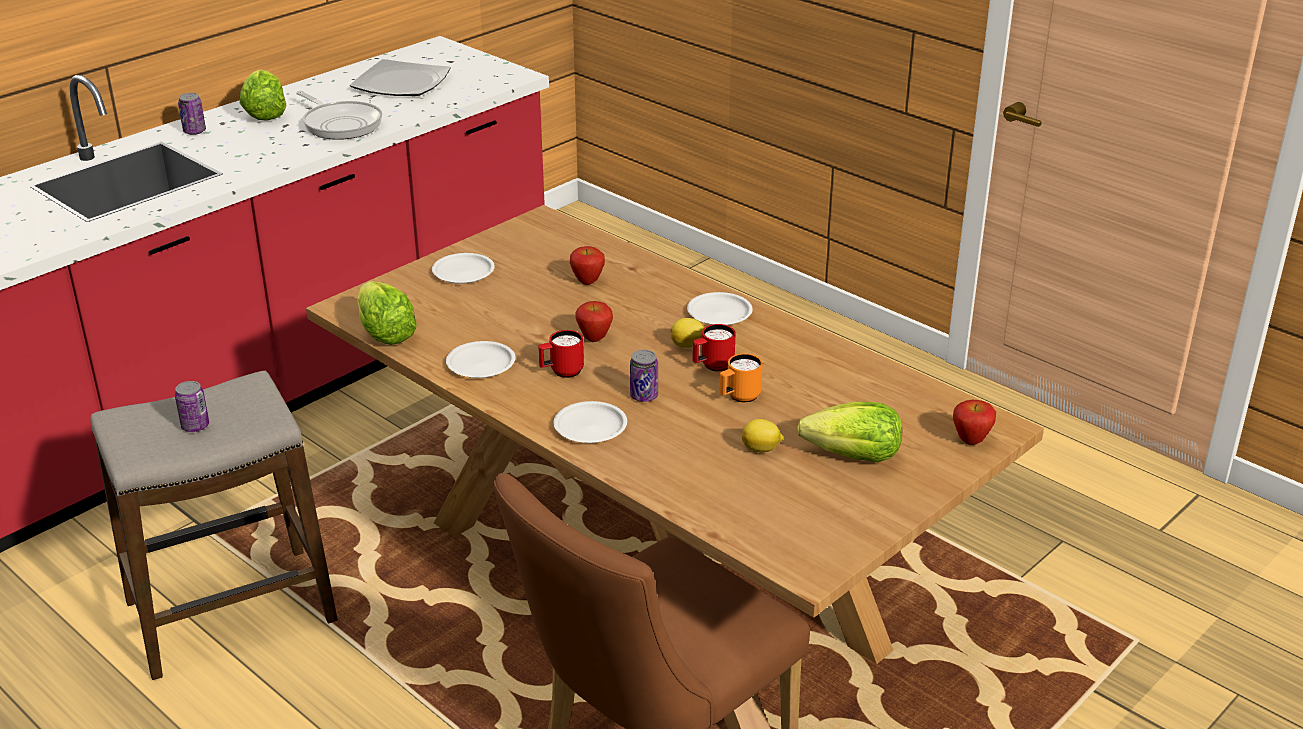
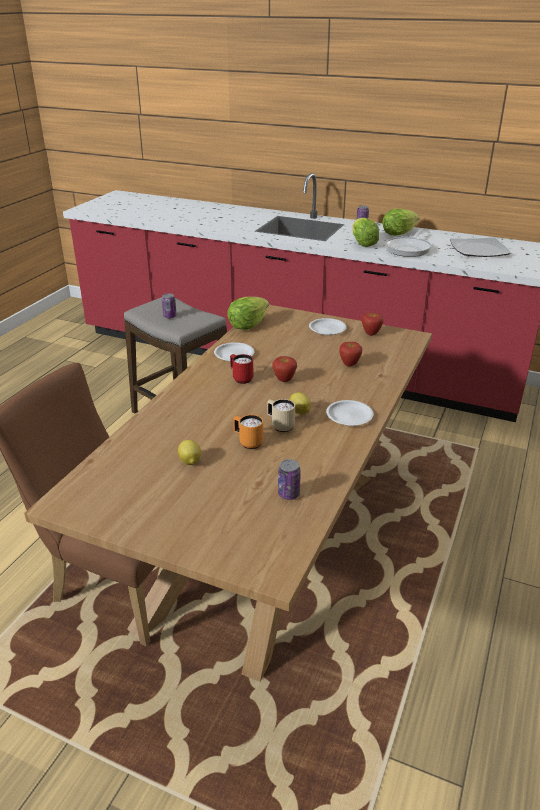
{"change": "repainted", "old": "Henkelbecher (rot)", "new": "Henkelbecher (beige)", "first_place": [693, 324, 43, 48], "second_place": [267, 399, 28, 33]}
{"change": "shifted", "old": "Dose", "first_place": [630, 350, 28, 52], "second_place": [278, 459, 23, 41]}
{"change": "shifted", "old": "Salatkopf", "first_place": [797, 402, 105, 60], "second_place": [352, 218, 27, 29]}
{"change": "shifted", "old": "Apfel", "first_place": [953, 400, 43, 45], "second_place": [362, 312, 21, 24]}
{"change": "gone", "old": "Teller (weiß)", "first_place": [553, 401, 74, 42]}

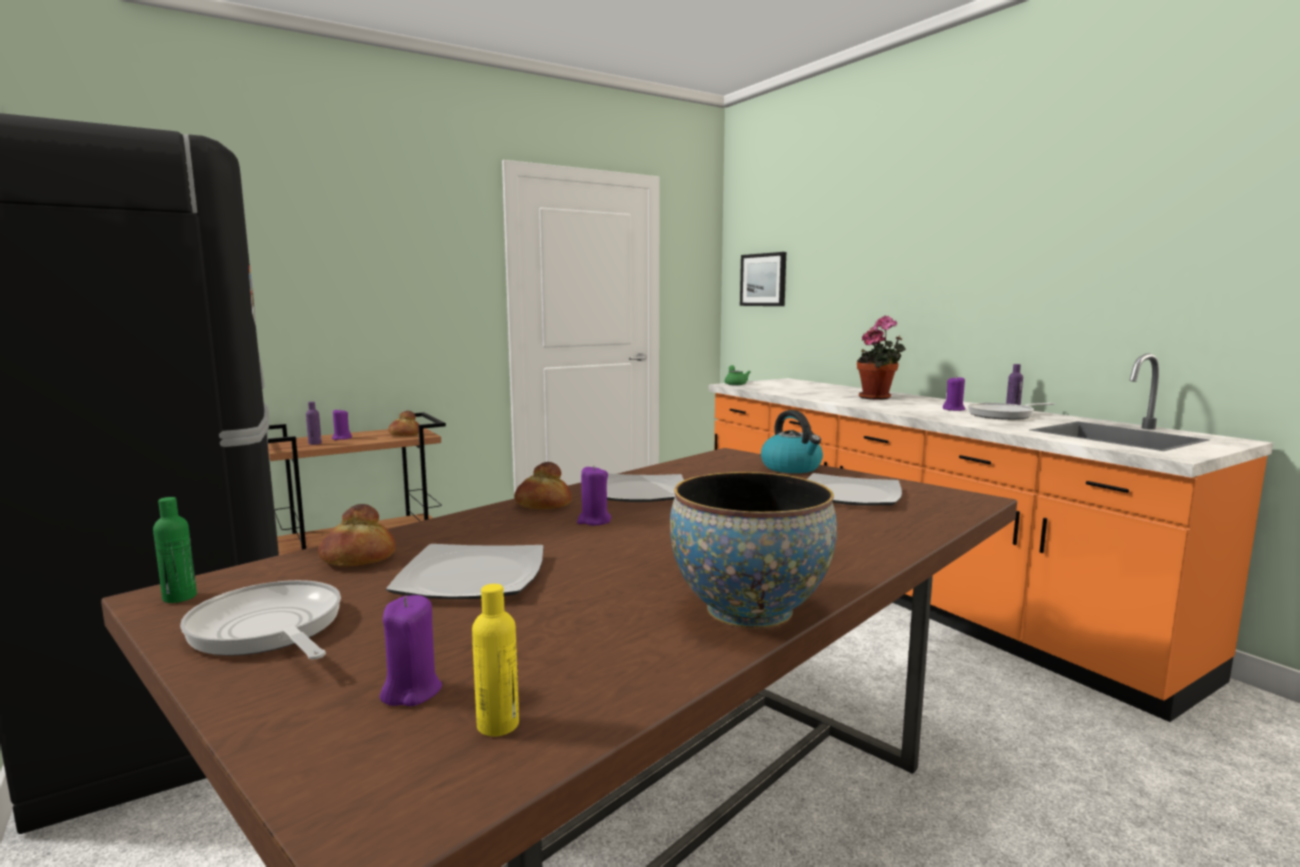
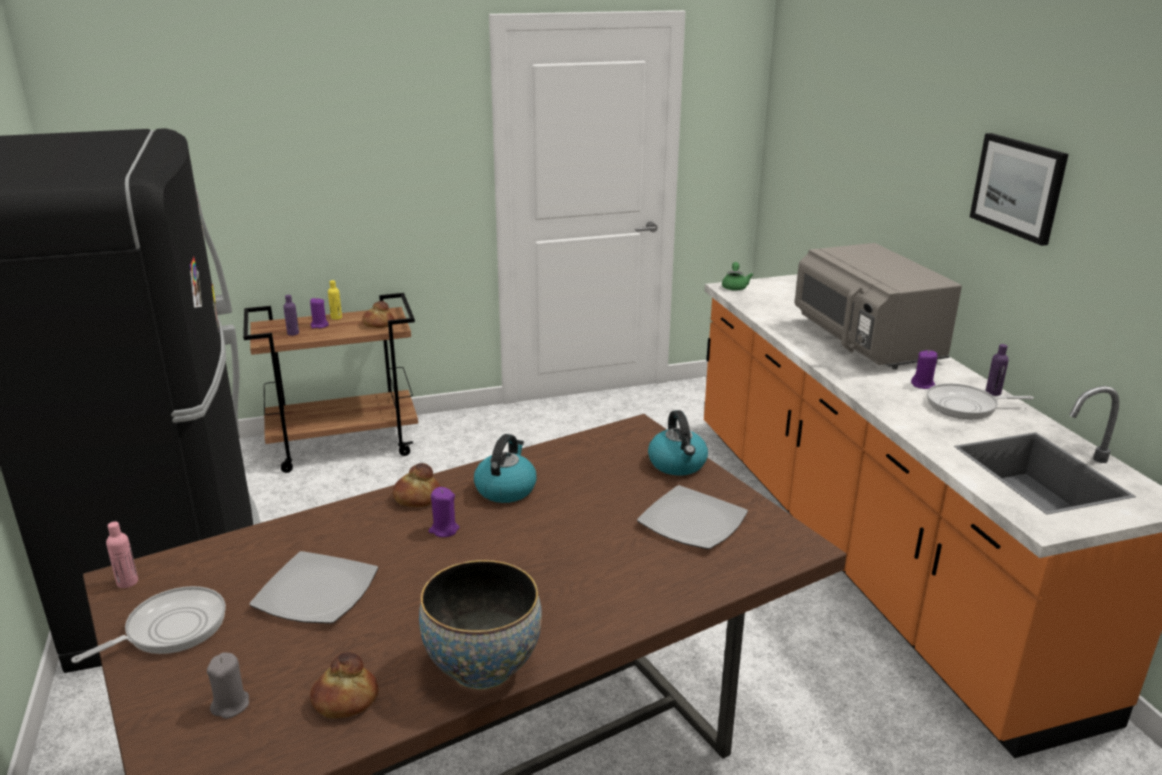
{"change": "rotated", "old": "Pfanne", "first_place": [180, 580, 161, 80], "second_place": [71, 586, 155, 77], "degrees": 75}
{"change": "repainted", "old": "Flasche (grün)", "new": "Flasche (rosa)", "first_place": [153, 497, 44, 106], "second_place": [106, 521, 32, 67]}
{"change": "repainted", "old": "Kerze (lila)", "new": "Kerze (grau)", "first_place": [380, 595, 62, 111], "second_place": [207, 652, 42, 67]}
{"change": "shifted", "old": "Brot", "first_place": [318, 504, 78, 63], "second_place": [310, 652, 68, 67]}
{"change": "shifted", "old": "Flasche (gelb)", "first_place": [472, 584, 47, 153], "second_place": [328, 280, 14, 40]}
{"change": "swapped", "old": "Teller", "new": "Wasserkessel", "first_place": [607, 473, 77, 29], "second_place": [474, 434, 63, 69]}
{"change": "swapped", "old": "Topfpflanze", "new": "Mikrowelle (grau)", "first_place": [857, 316, 49, 84], "second_place": [795, 243, 167, 127]}
{"change": "shifted", "old": "Bild", "first_place": [740, 252, 46, 54], "second_place": [970, 133, 99, 113]}

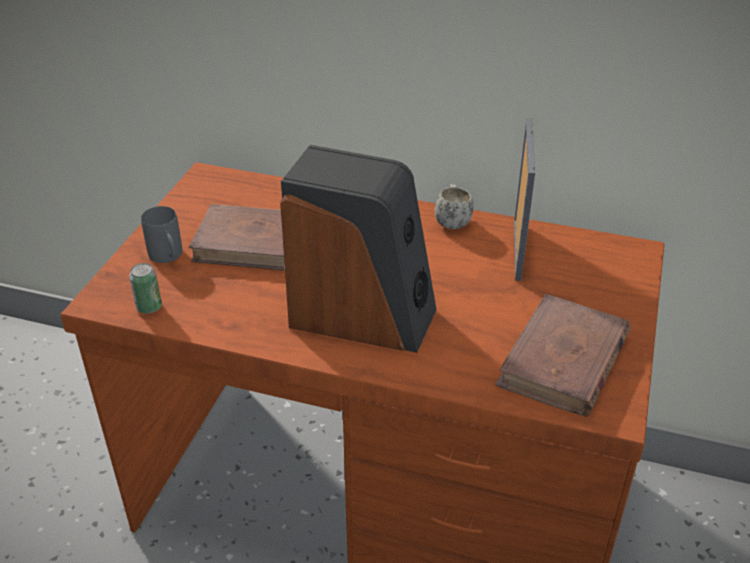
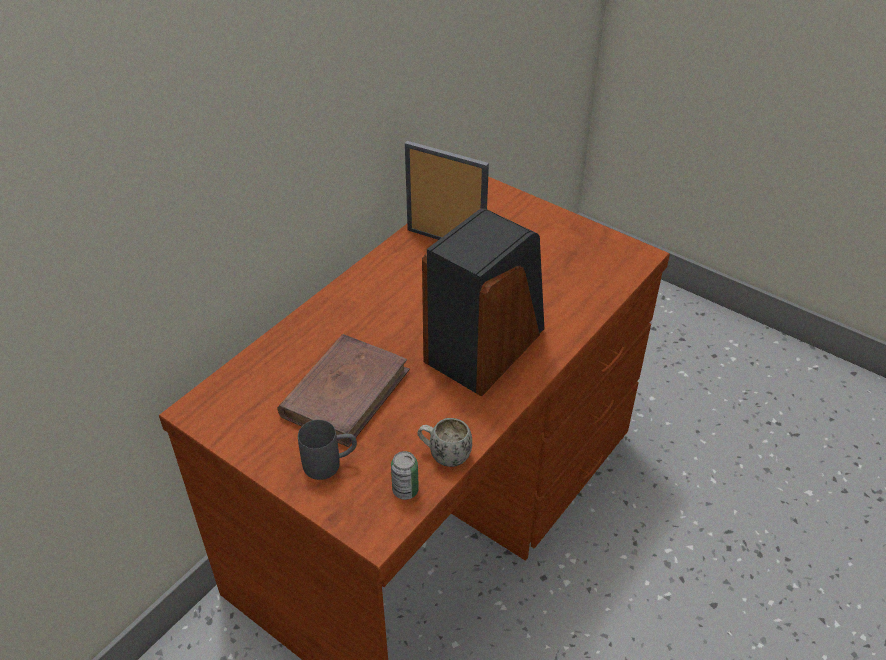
{"change": "shifted", "old": "Henkelbecher (weiß)", "first_place": [435, 184, 38, 45], "second_place": [418, 418, 54, 49]}
{"change": "gone", "old": "Buch (braun)", "first_place": [495, 294, 135, 123]}

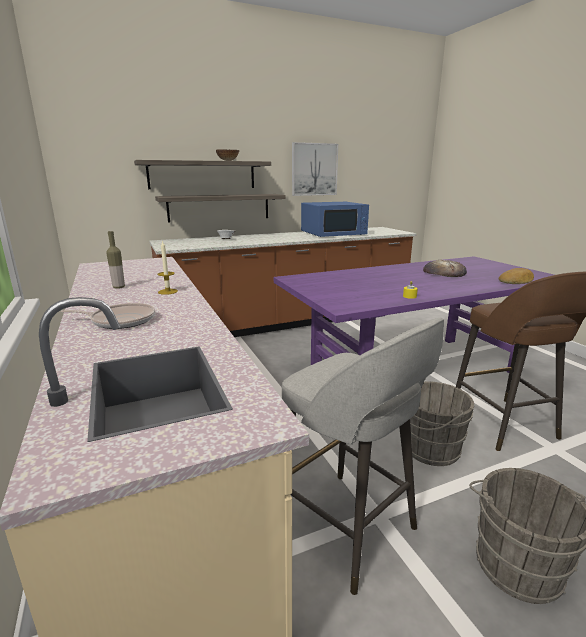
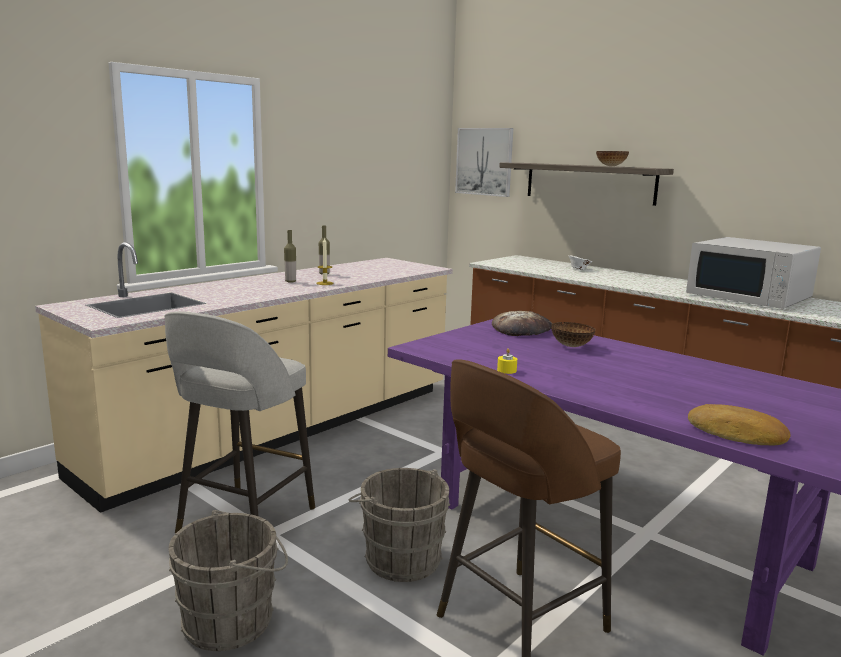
{"change": "new", "new": "Flasche", "second_place": [284, 230, 12, 53]}
{"change": "shifted", "old": "Bild", "first_place": [292, 142, 46, 54], "second_place": [455, 128, 58, 69]}
{"change": "shifted", "old": "Brot", "first_place": [423, 260, 44, 17], "second_place": [492, 311, 60, 25]}
{"change": "new", "new": "Schüssel", "second_place": [551, 322, 45, 25]}
{"change": "repainted", "old": "Mikrowelle (blau)", "new": "Mikrowelle (weiß)", "first_place": [301, 202, 68, 35], "second_place": [686, 237, 135, 72]}
{"change": "gone", "old": "Pfanne", "first_place": [61, 303, 94, 26]}
{"change": "gone", "old": "Wandregal", "first_place": [155, 194, 131, 29]}

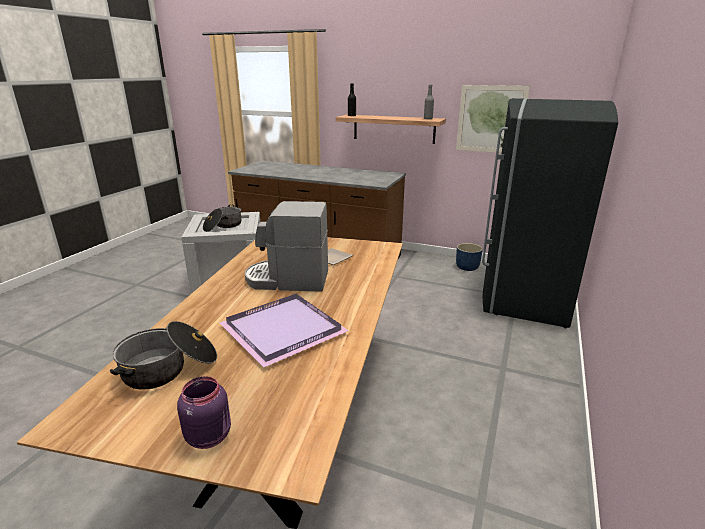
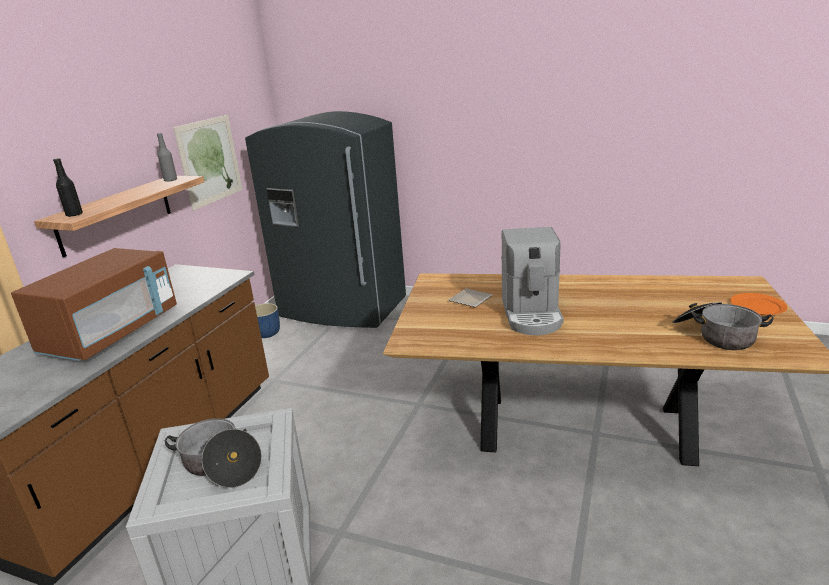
{"change": "new", "new": "Mikrowelle (braun)", "second_place": [11, 248, 166, 113]}
{"change": "swapped", "old": "Vorratsglas (lila)", "new": "Teller (orange)", "first_place": [177, 376, 54, 73], "second_place": [730, 293, 58, 22]}
{"change": "gone", "old": "Tablett (lila)", "first_place": [219, 294, 130, 74]}

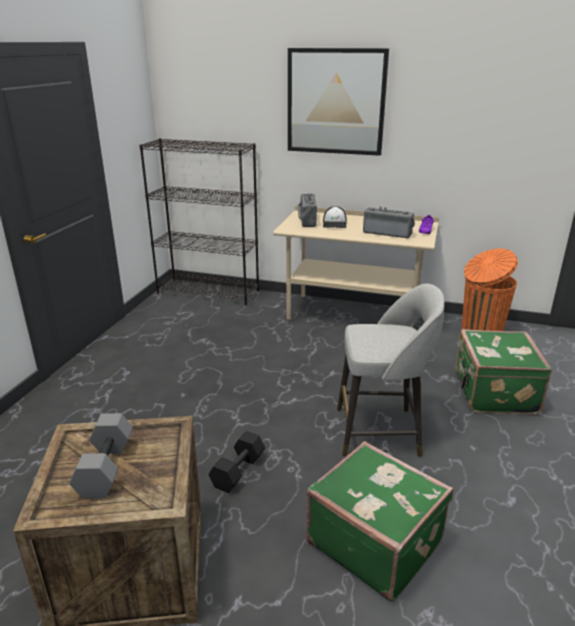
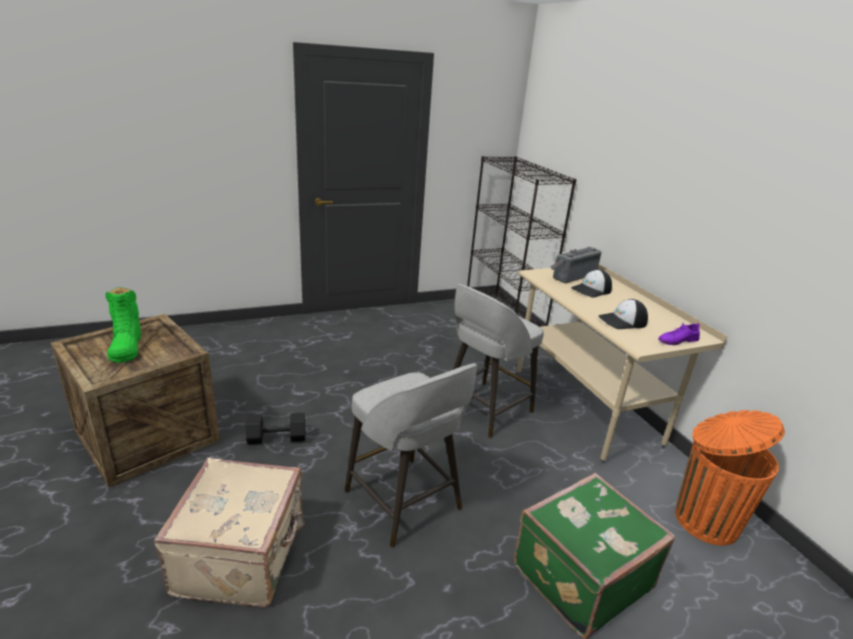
{"change": "swapped", "old": "Hantel (grau)", "new": "Stiefel (grün)", "first_place": [69, 413, 64, 86], "second_place": [105, 287, 36, 76]}
{"change": "repainted", "old": "Koffer (grün)", "new": "Koffer (beige)", "first_place": [306, 441, 148, 161], "second_place": [154, 458, 151, 149]}
{"change": "new", "new": "Hocker (grau)", "second_place": [453, 284, 91, 154]}
{"change": "swapped", "old": "Radio", "new": "Kappe", "first_place": [363, 206, 52, 32], "second_place": [599, 299, 49, 30]}
{"change": "gone", "old": "Bild", "first_place": [288, 48, 101, 108]}

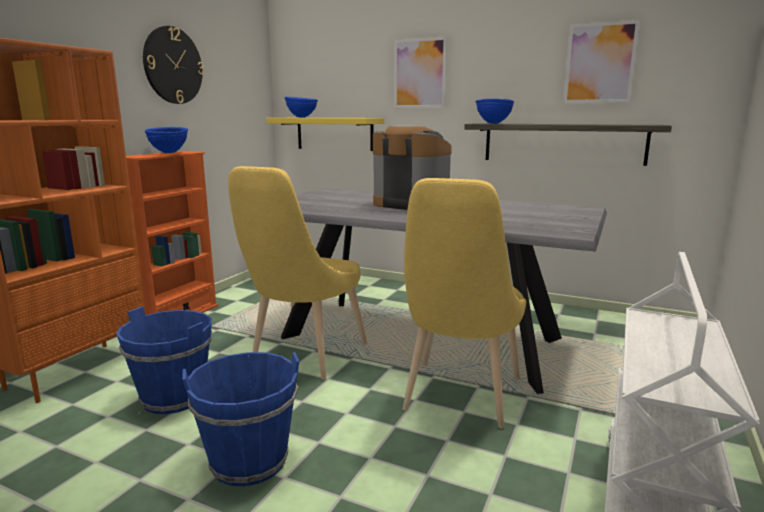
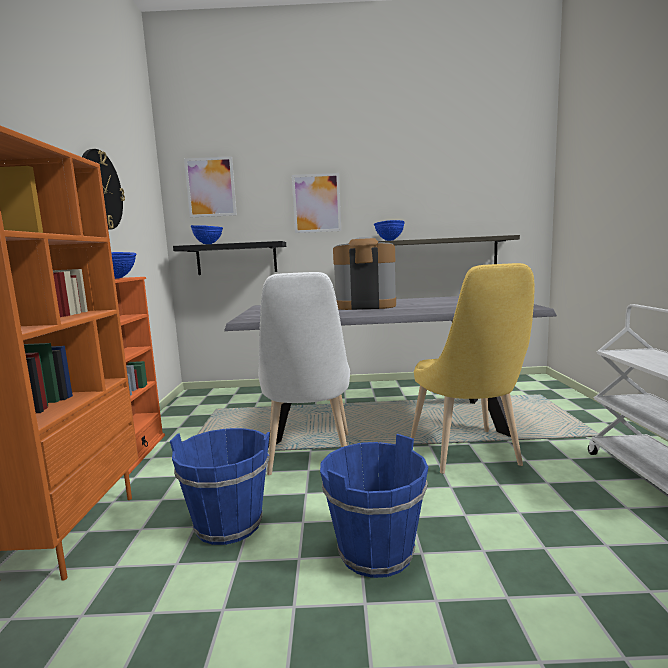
{"change": "repainted", "old": "Wandregal (gelb)", "new": "Wandregal (schwarz)", "first_place": [266, 118, 118, 33], "second_place": [173, 241, 113, 34]}
{"change": "shifted", "old": "Bild", "first_place": [563, 20, 77, 83], "second_place": [184, 156, 53, 61]}
{"change": "repainted", "old": "Stuhl (gelb)", "new": "Stuhl (weiß)", "first_place": [228, 166, 139, 214], "second_place": [258, 272, 92, 203]}

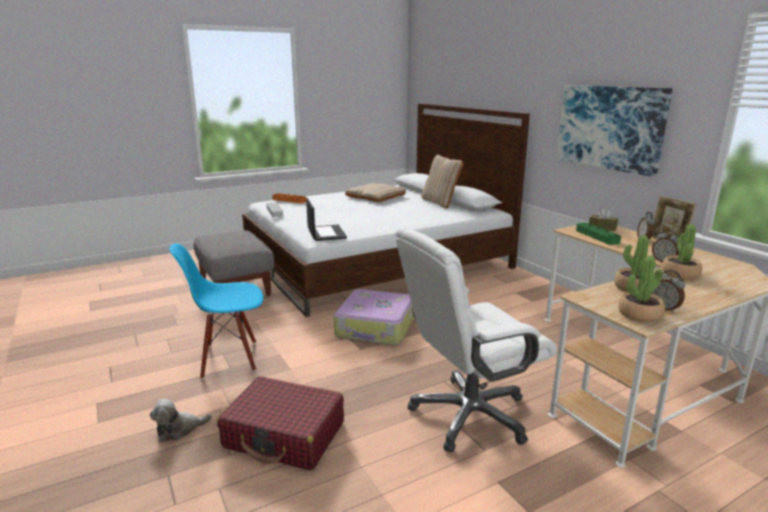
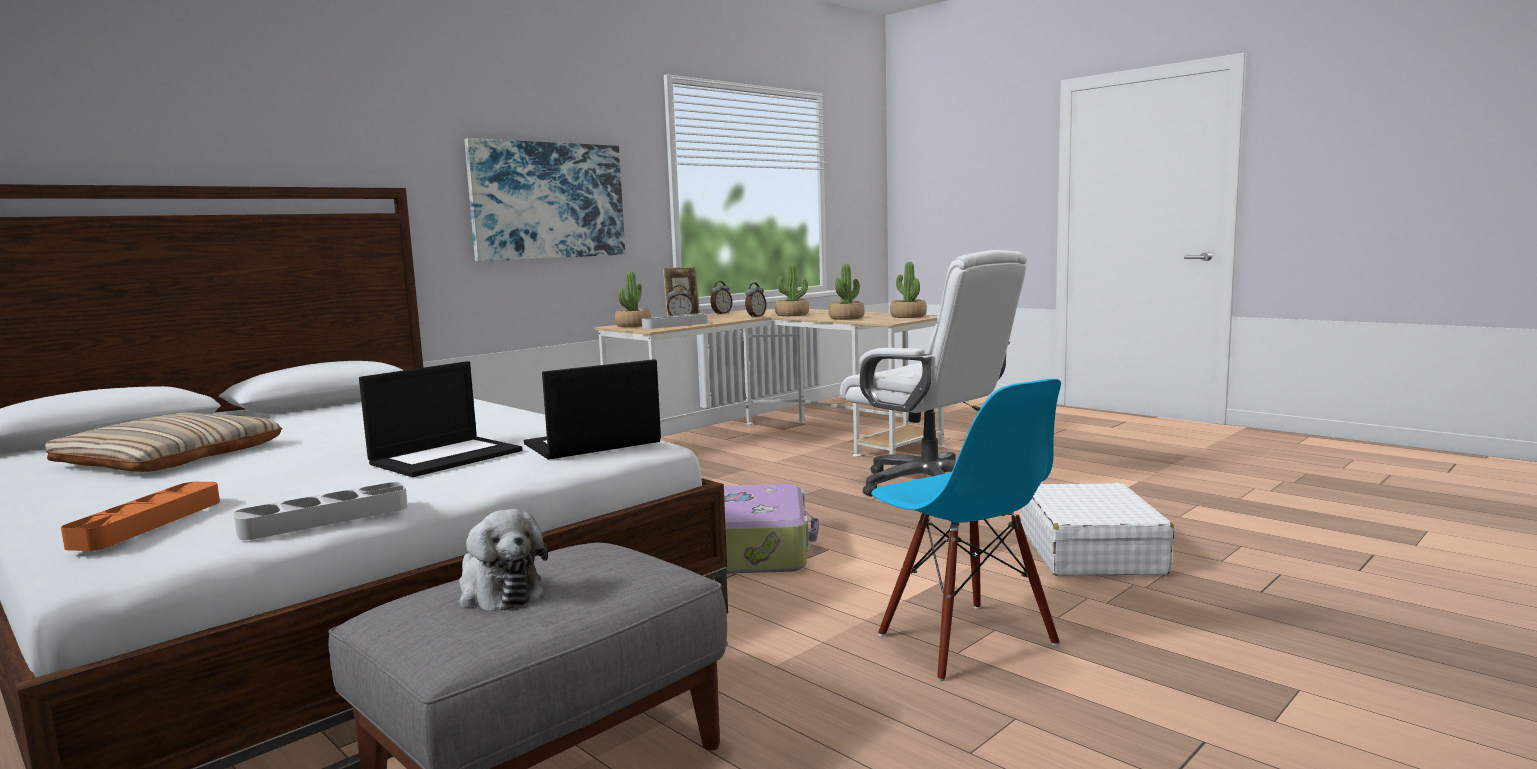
{"change": "new", "new": "Laptop", "second_place": [359, 361, 163, 116]}
{"change": "shifted", "old": "Plüschtier", "first_place": [150, 399, 62, 43], "second_place": [459, 509, 89, 102]}
{"change": "swapped", "old": "Taschentuchbox (braun)", "new": "Topfpflanze", "first_place": [589, 208, 29, 23], "second_place": [615, 271, 36, 56]}
{"change": "repainted", "old": "Tablett (grün)", "new": "Tablett (grau)", "first_place": [576, 223, 45, 22], "second_place": [642, 313, 66, 16]}
{"change": "shifted", "old": "Wecker", "first_place": [651, 270, 34, 43], "second_place": [711, 281, 21, 34]}
{"change": "repainted", "old": "Koffer (rot)", "new": "Koffer (weiß)", "first_place": [217, 376, 127, 94], "second_place": [1021, 483, 154, 93]}
{"change": "gone", "old": "Kissen (beige)", "first_place": [421, 155, 42, 53]}

